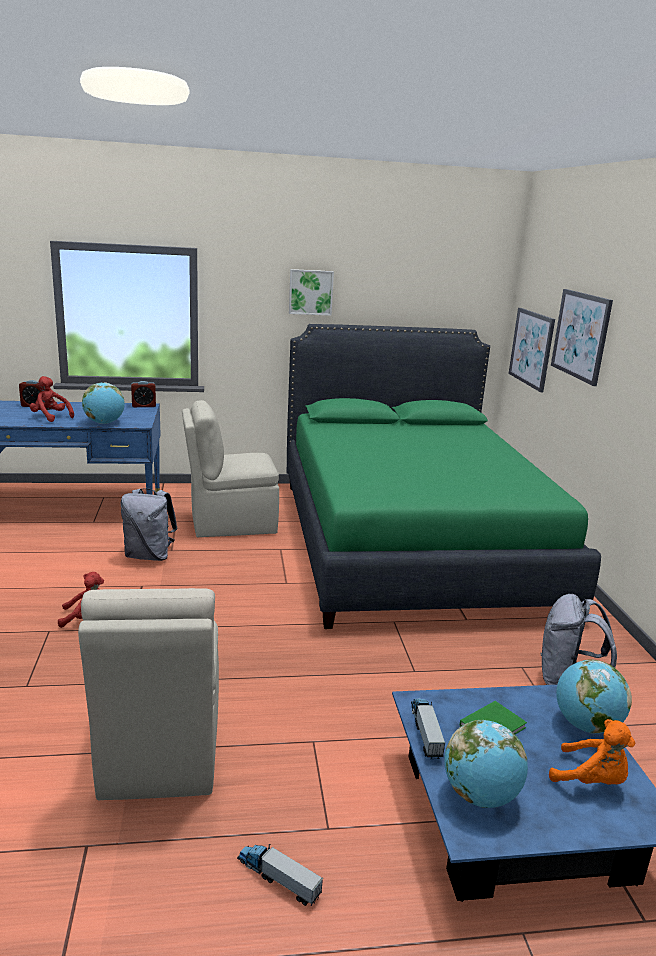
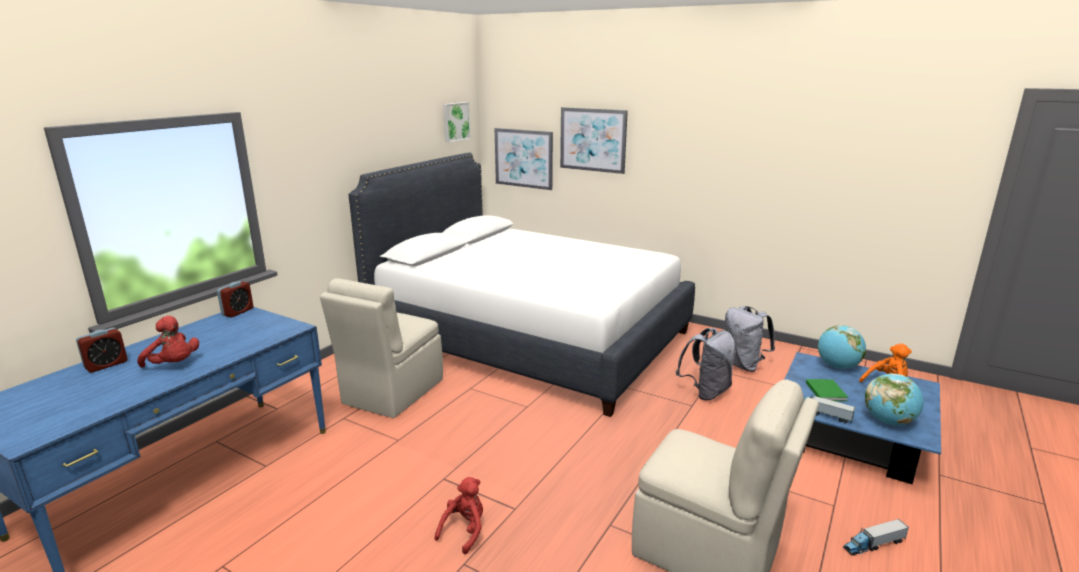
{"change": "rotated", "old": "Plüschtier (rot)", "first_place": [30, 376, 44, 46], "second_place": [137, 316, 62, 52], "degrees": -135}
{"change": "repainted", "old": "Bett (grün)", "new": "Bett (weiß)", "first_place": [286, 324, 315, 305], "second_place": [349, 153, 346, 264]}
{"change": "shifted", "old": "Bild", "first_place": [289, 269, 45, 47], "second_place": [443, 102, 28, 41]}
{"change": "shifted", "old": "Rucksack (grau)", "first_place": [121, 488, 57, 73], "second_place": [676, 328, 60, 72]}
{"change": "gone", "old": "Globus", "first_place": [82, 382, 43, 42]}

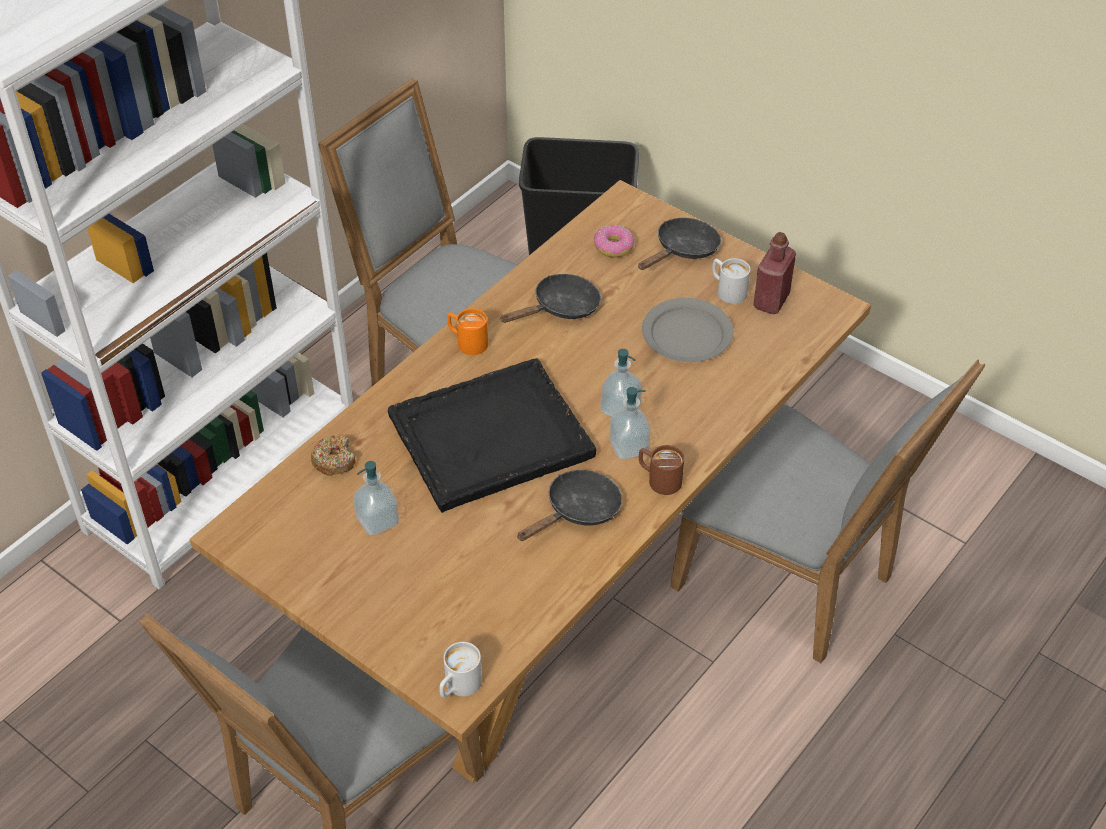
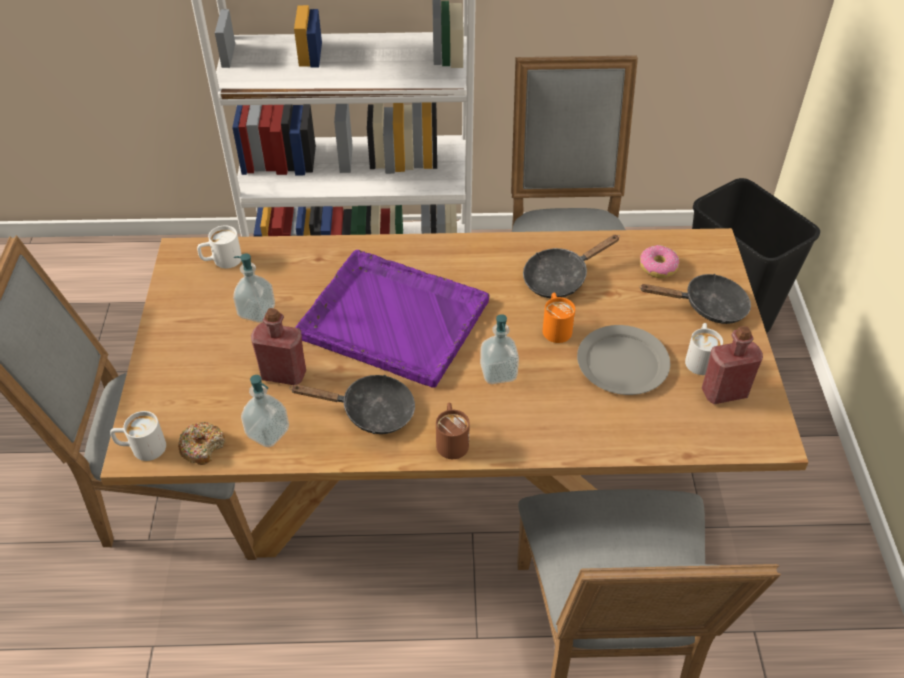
{"change": "shifted", "old": "Donut", "first_place": [311, 435, 45, 41], "second_place": [178, 422, 48, 43]}
{"change": "new", "new": "Henkelbecher (weiß)", "second_place": [197, 225, 45, 43]}
{"change": "shifted", "old": "Seifenspender", "first_place": [609, 387, 42, 73], "second_place": [241, 375, 48, 72]}
{"change": "new", "new": "Flasche (rot)", "second_place": [251, 308, 55, 77]}
{"change": "repainted", "old": "Tablett (schwarz)", "new": "Tablett (lila)", "first_place": [388, 358, 208, 155], "second_place": [295, 250, 195, 138]}
{"change": "rotated", "old": "Pfanne (schwarz)", "first_place": [501, 274, 100, 49], "second_place": [523, 235, 97, 63], "degrees": 135}
{"change": "shifted", "old": "Henkelbecher (orange)", "first_place": [447, 308, 41, 47], "second_place": [543, 293, 32, 50]}

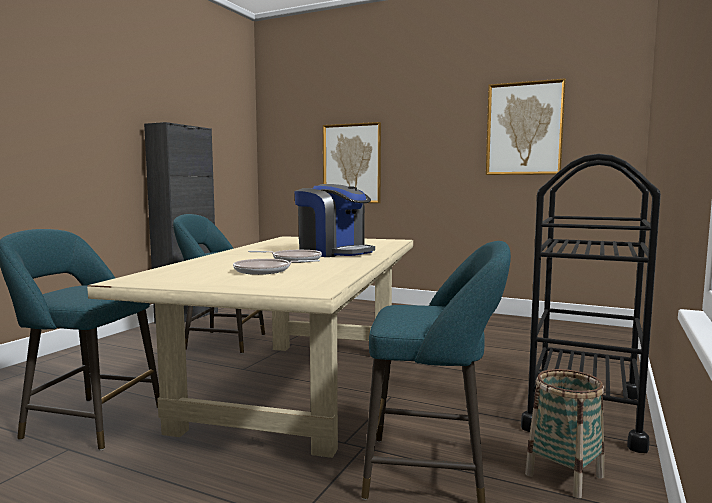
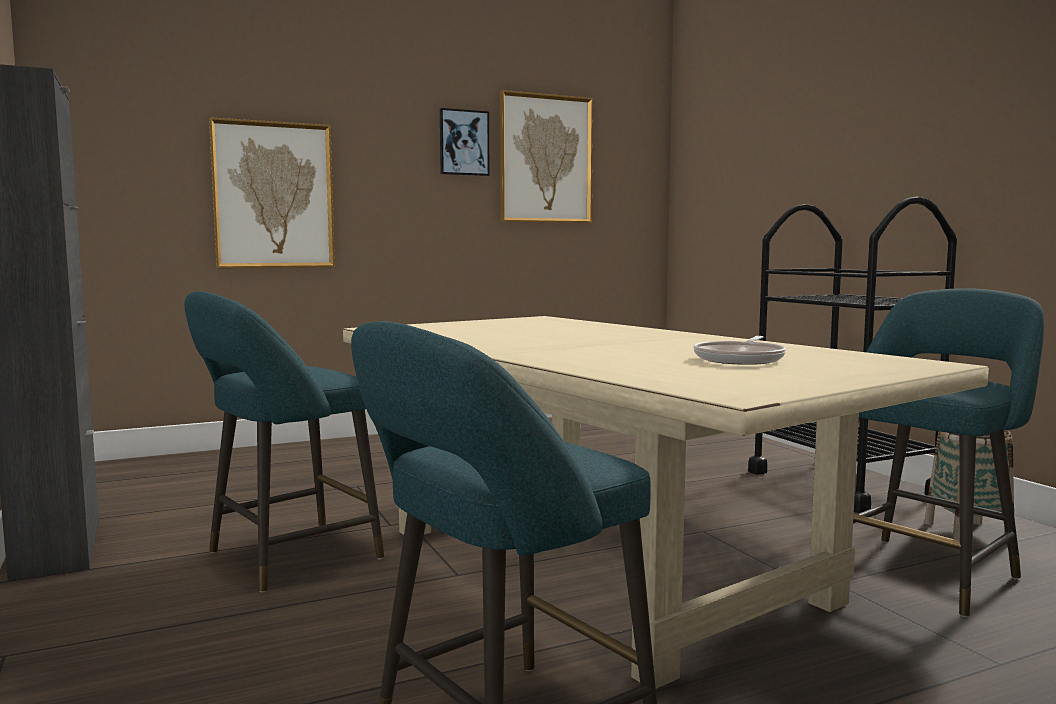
{"change": "new", "new": "Bild", "second_place": [440, 108, 50, 68]}
{"change": "gone", "old": "Pfanne", "first_place": [248, 250, 74, 13]}
{"change": "gone", "old": "Kaffeemaschine", "first_place": [294, 184, 81, 73]}

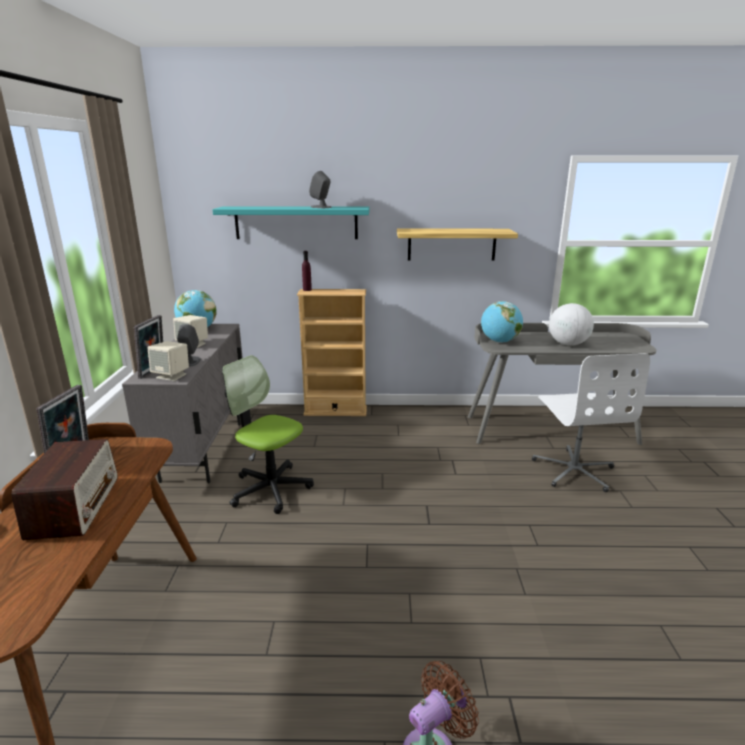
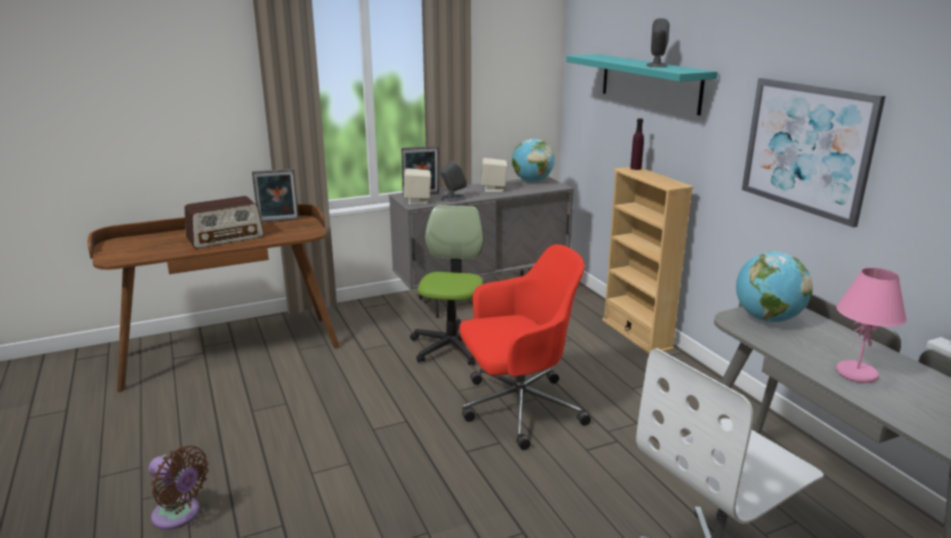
{"change": "new", "new": "Bürostuhl (rot)", "second_place": [459, 244, 132, 206]}
{"change": "swapped", "old": "Wandregal", "new": "Bild", "first_place": [397, 228, 121, 33], "second_place": [742, 78, 143, 149]}
{"change": "swapped", "old": "Globus", "new": "Tischlampe (rosa)", "first_place": [549, 303, 45, 43], "second_place": [836, 268, 71, 115]}

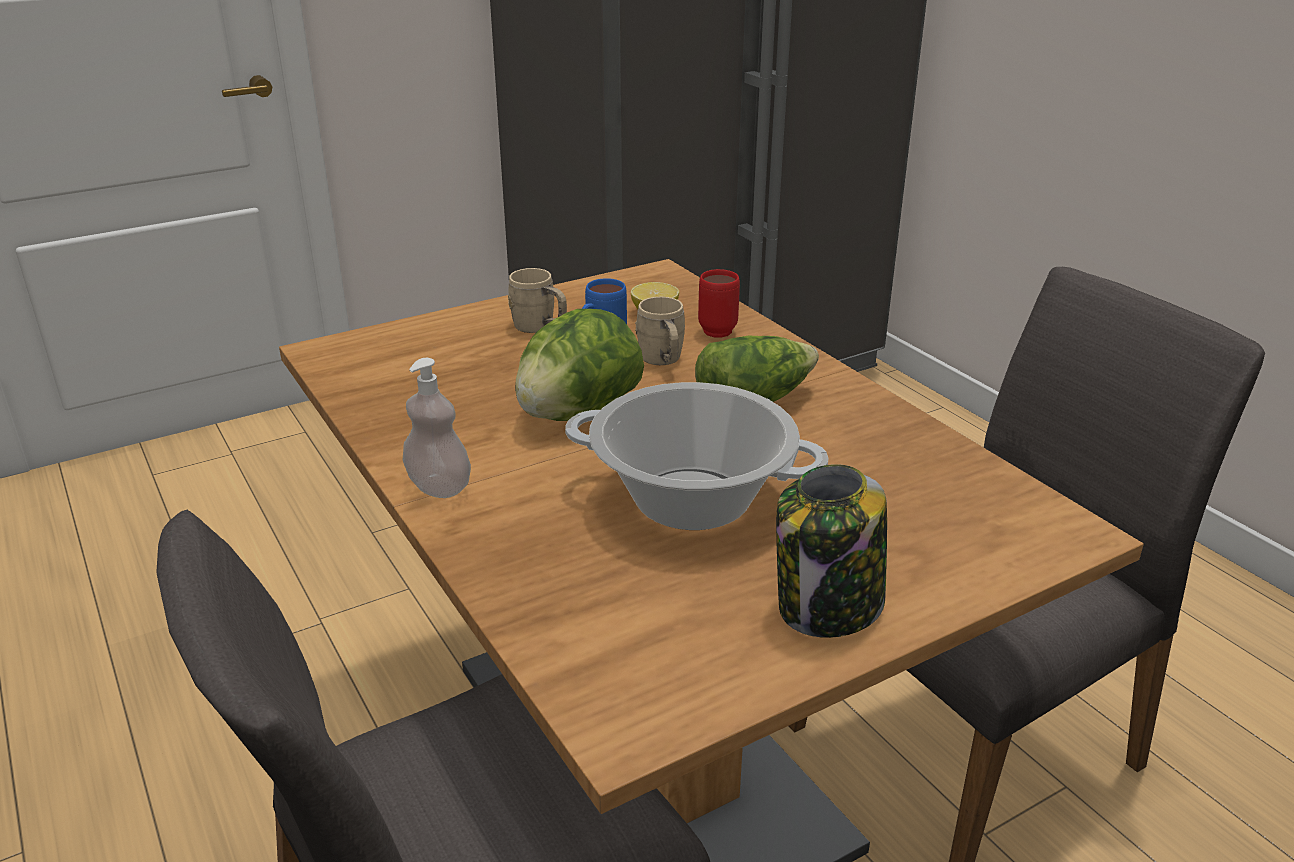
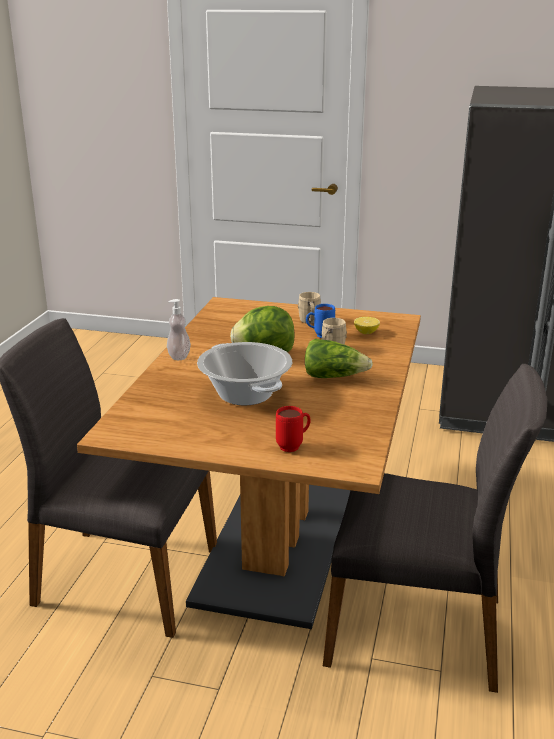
{"change": "shifted", "old": "Henkelbecher (rot)", "first_place": [698, 269, 42, 69], "second_place": [276, 406, 35, 46]}
{"change": "gone", "old": "Vorratsglas", "first_place": [776, 464, 111, 174]}

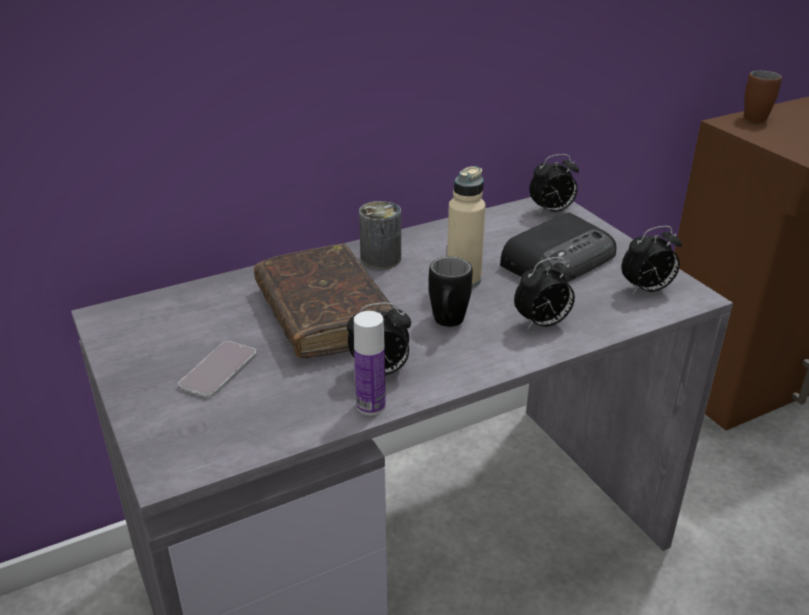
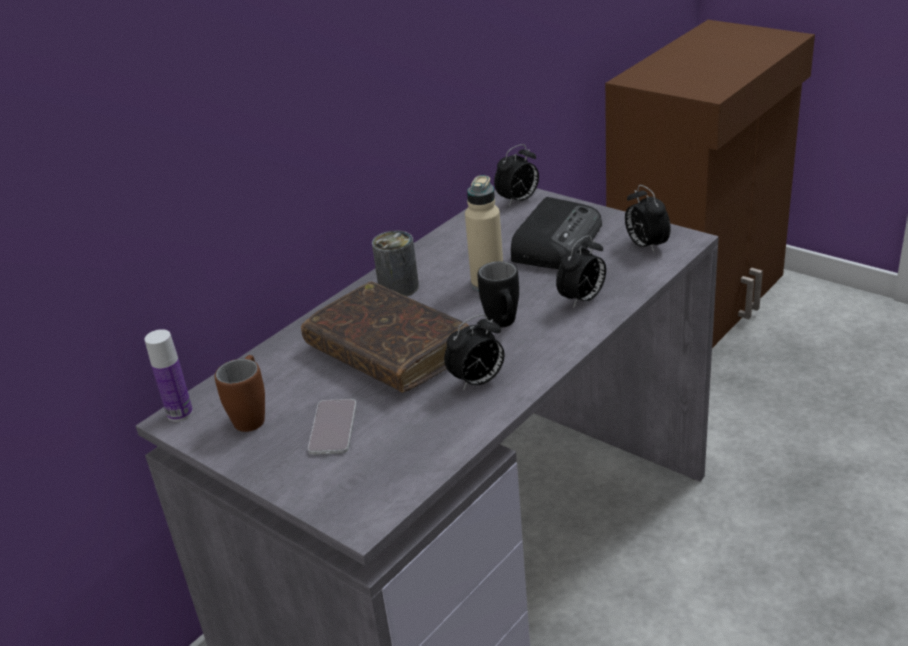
{"change": "shifted", "old": "Flasche", "first_place": [354, 311, 32, 104], "second_place": [144, 329, 49, 93]}
{"change": "shifted", "old": "Henkelbecher (braun)", "first_place": [744, 70, 38, 52], "second_place": [215, 355, 50, 77]}
{"change": "rotated", "old": "Wecker", "first_place": [621, 226, 61, 68], "second_place": [625, 185, 46, 69], "degrees": 105}

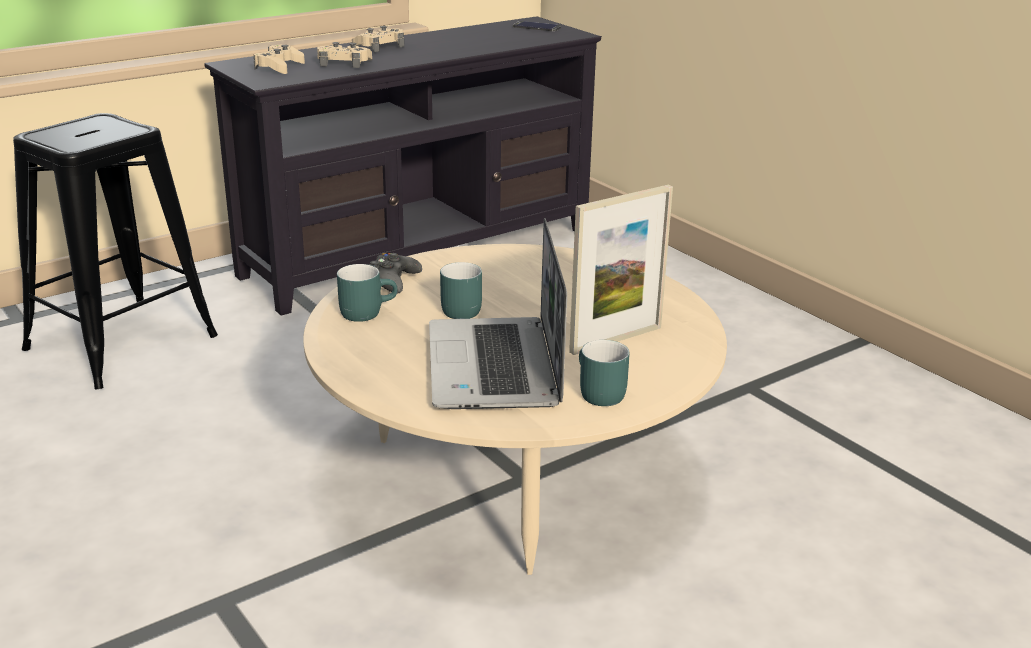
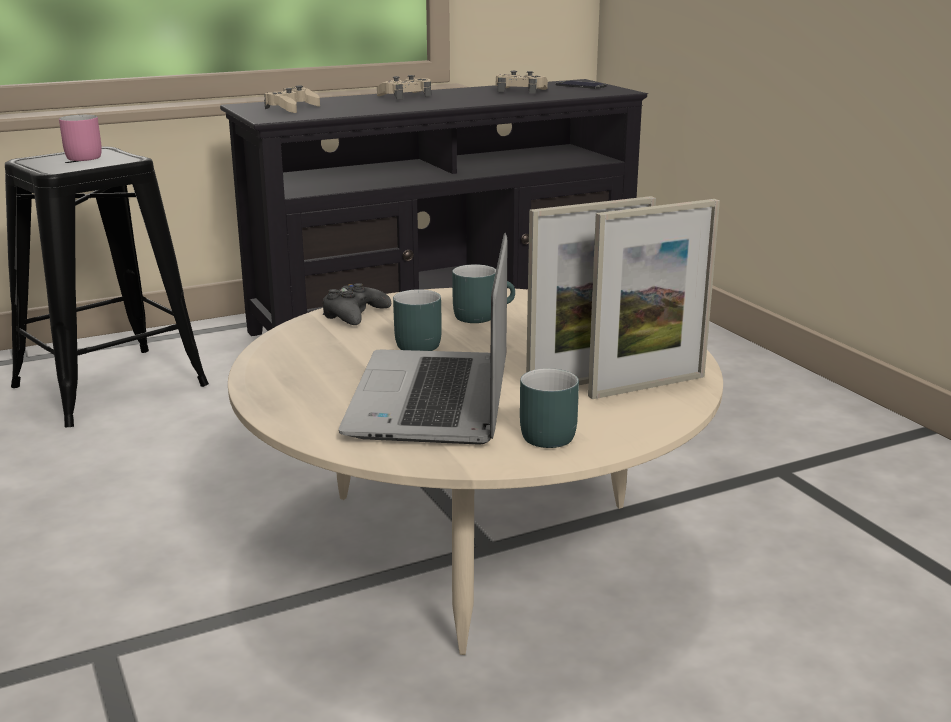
{"change": "new", "new": "Henkelbecher (rosa)", "second_place": [59, 115, 43, 46]}
{"change": "shifted", "old": "Henkelbecher (türkis)", "first_place": [337, 264, 60, 58], "second_place": [452, 264, 63, 59]}
{"change": "shifted", "old": "Gamepad (beige)", "first_place": [317, 42, 55, 26], "second_place": [496, 71, 52, 23]}
{"change": "new", "new": "Bilderrahmen", "second_place": [588, 199, 132, 200]}

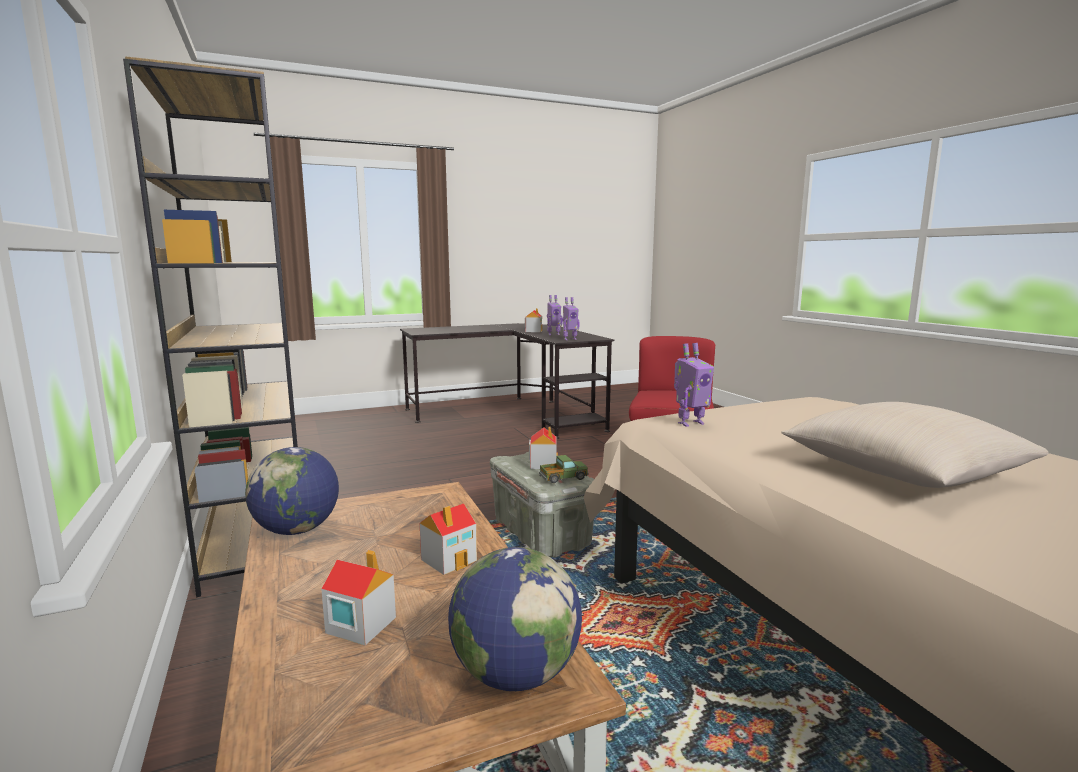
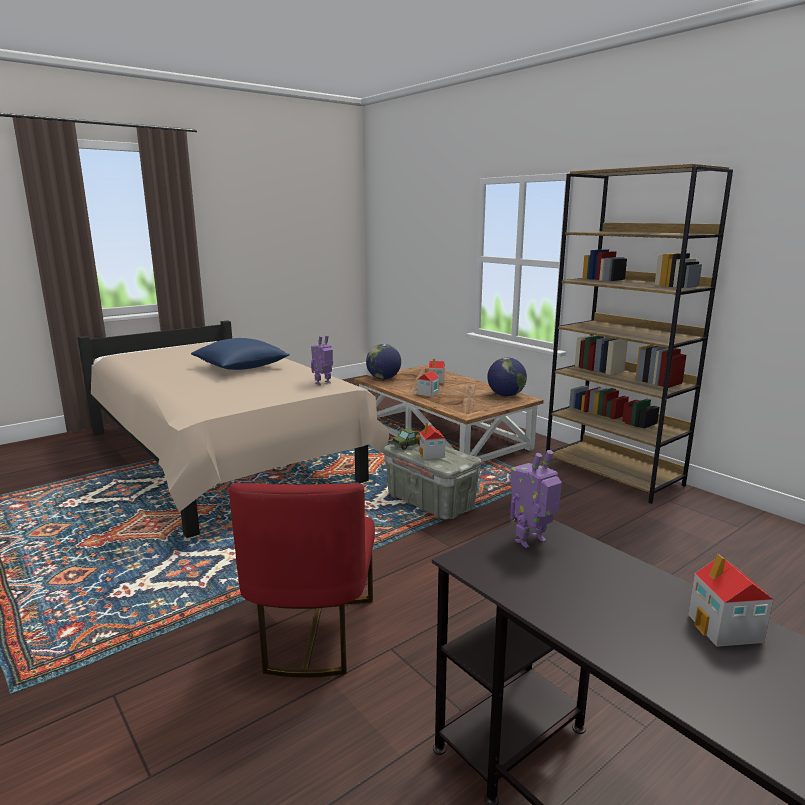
{"change": "repainted", "old": "Kissen (beige)", "new": "Kissen (blau)", "first_place": [781, 402, 267, 86], "second_place": [191, 338, 99, 32]}
{"change": "gone", "old": "Spielzeugroboter", "first_place": [547, 295, 15, 40]}

